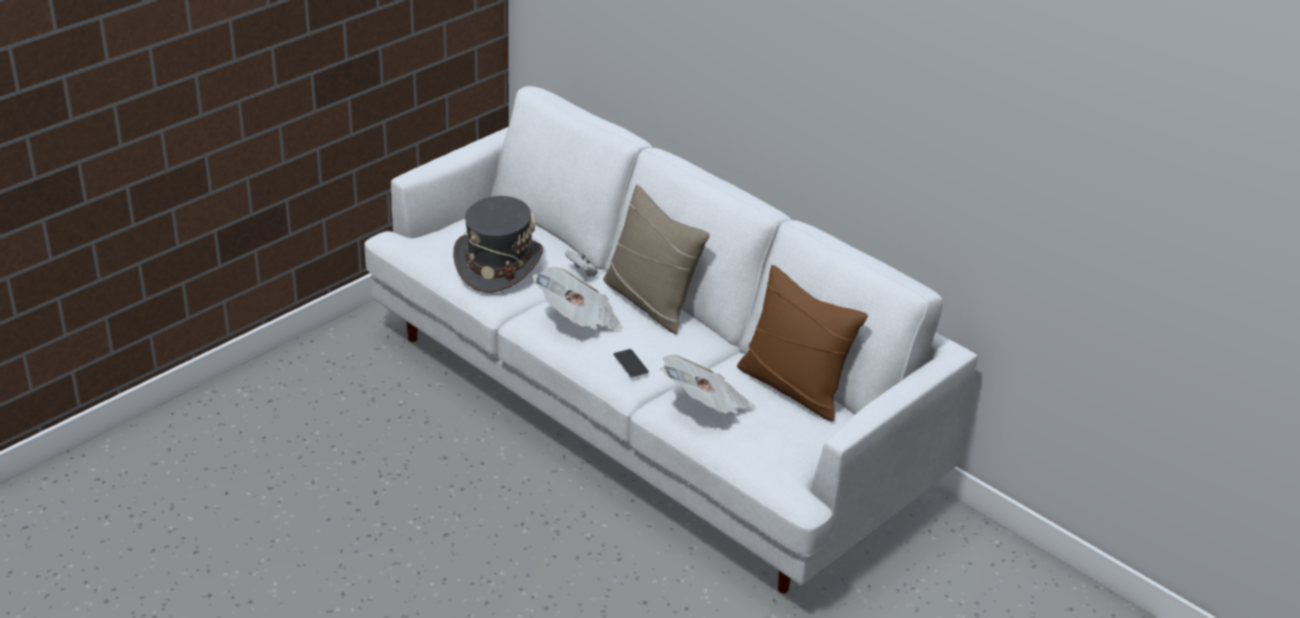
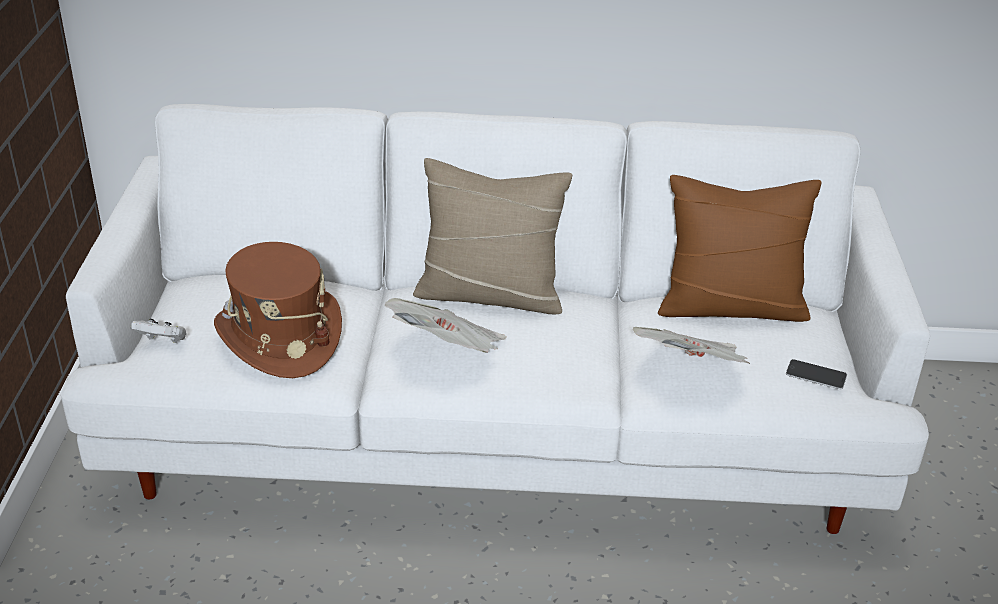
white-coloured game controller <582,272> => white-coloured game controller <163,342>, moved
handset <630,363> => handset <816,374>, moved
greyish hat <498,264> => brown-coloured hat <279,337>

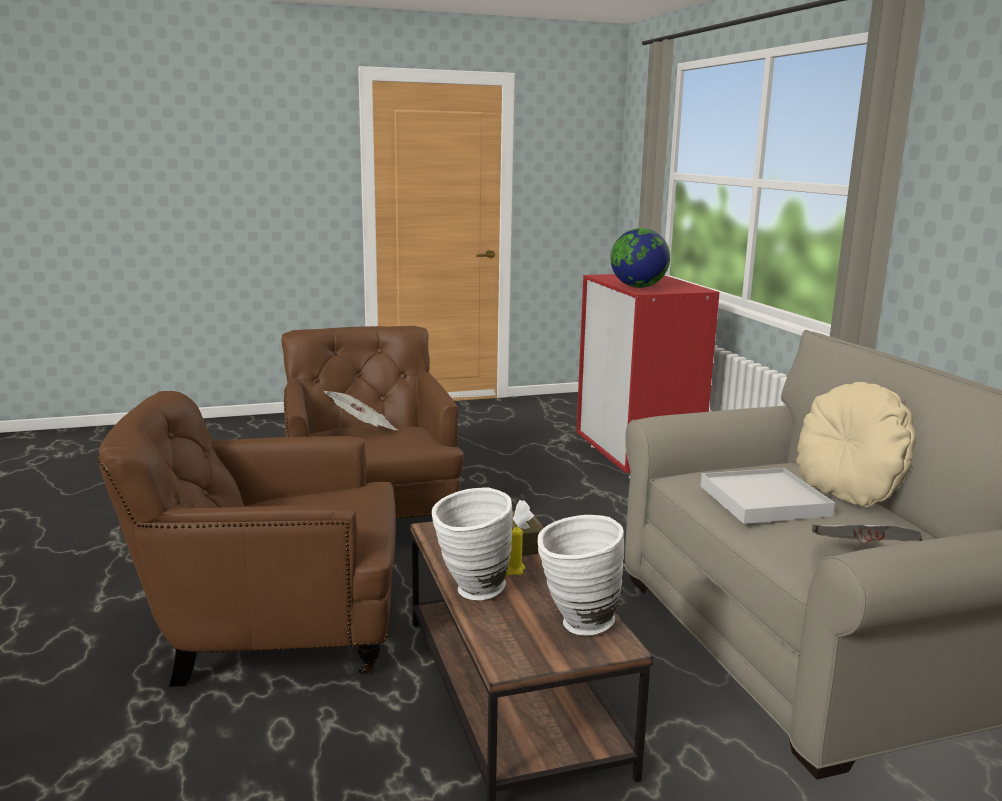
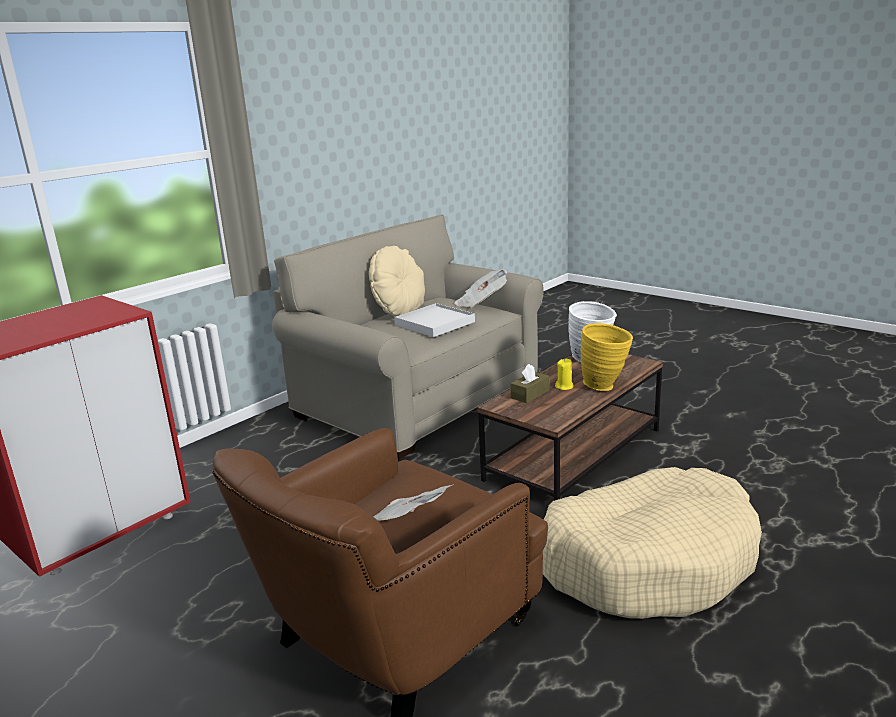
desk globe <638,287> => nothing
brown-coloured lounge chair <272,631> => sand-coloured dog cushion <648,561>
white-coloured vase <471,593> => yellowish vase <605,387>

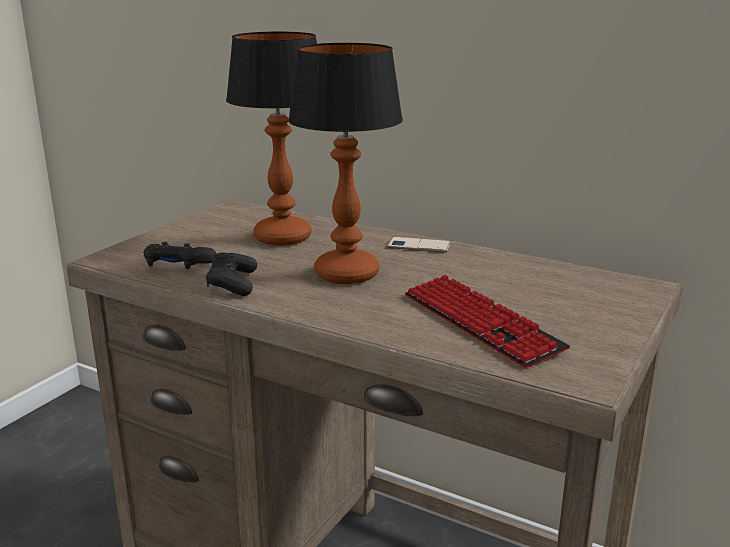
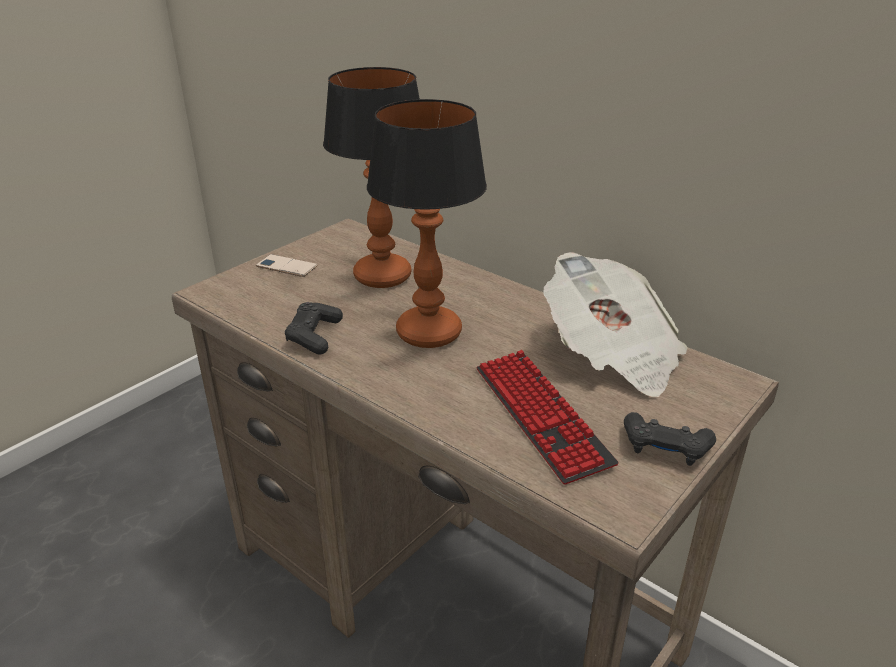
nothing => newspaper <612,355>
blackish game controller <178,265> => blackish game controller <665,448>, moved
handset <419,245> => handset <286,266>, moved

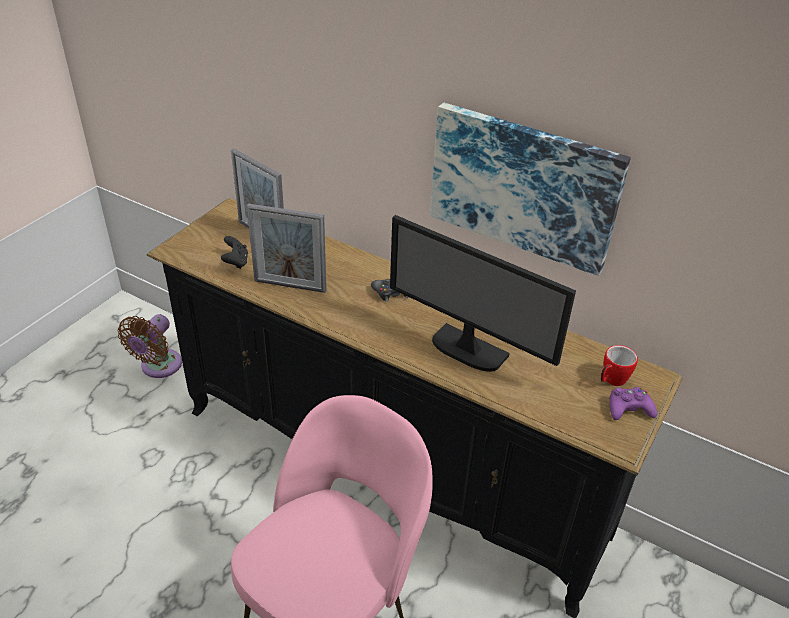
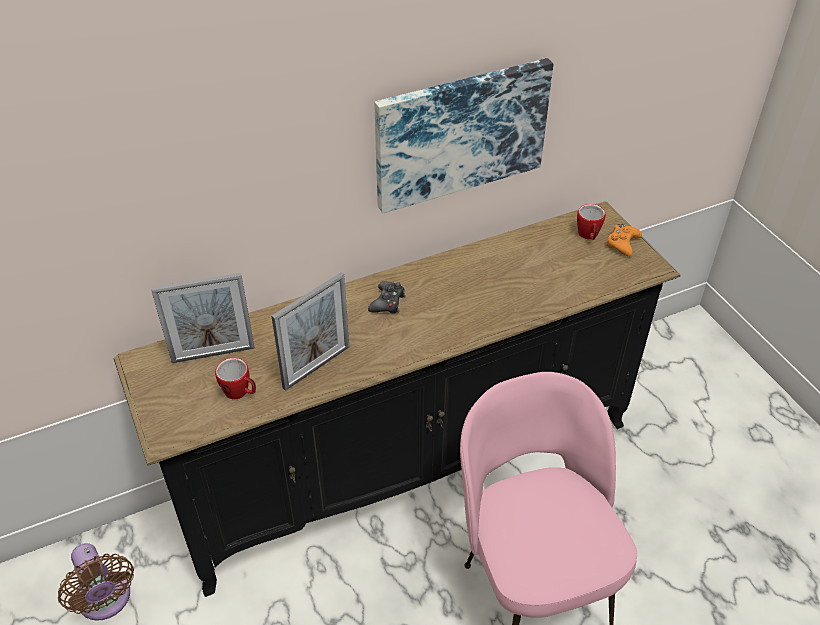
computer screen <467,350> => nothing
blackish game controller <236,262> => tea mug <240,392>
purplish game controller <629,408> => orangey game controller <622,243>

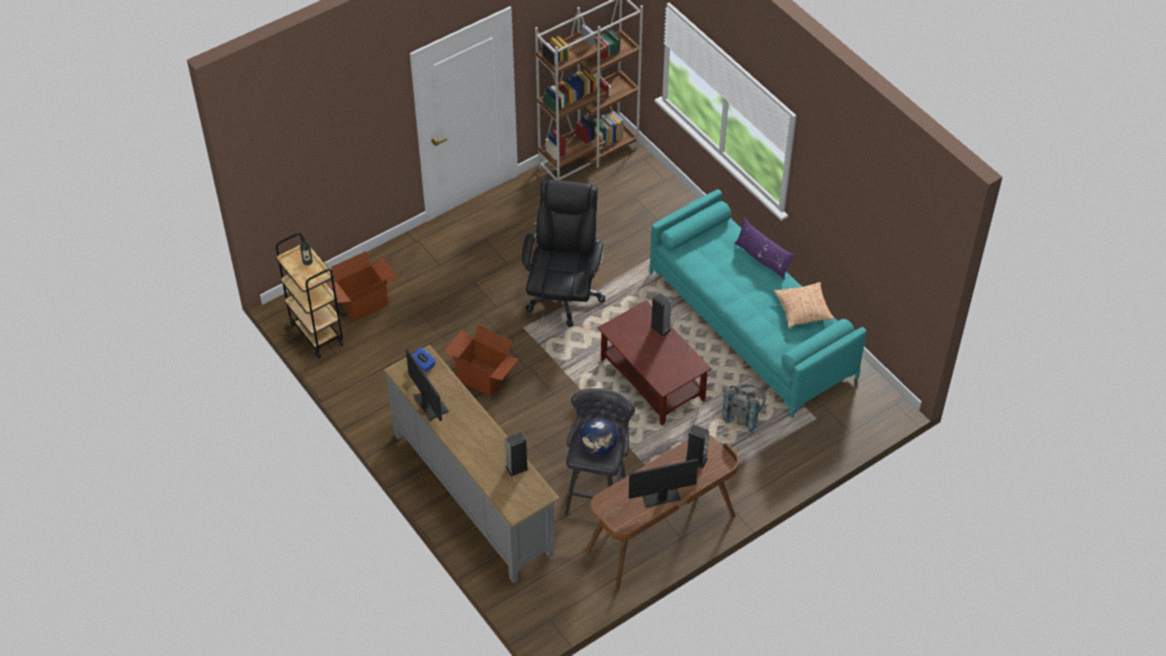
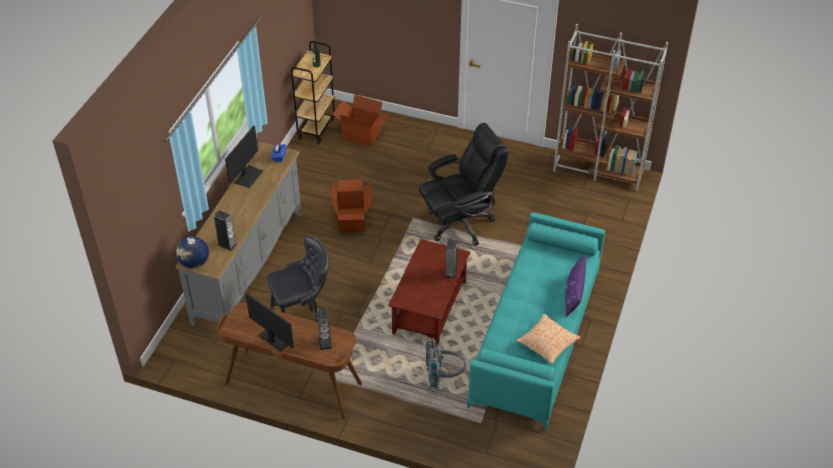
desk globe <599,447> => desk globe <194,263>, moved

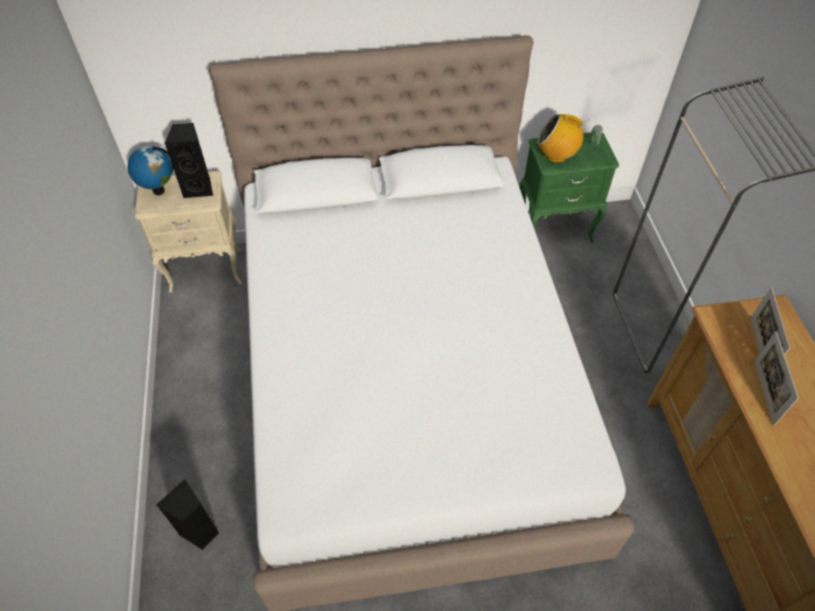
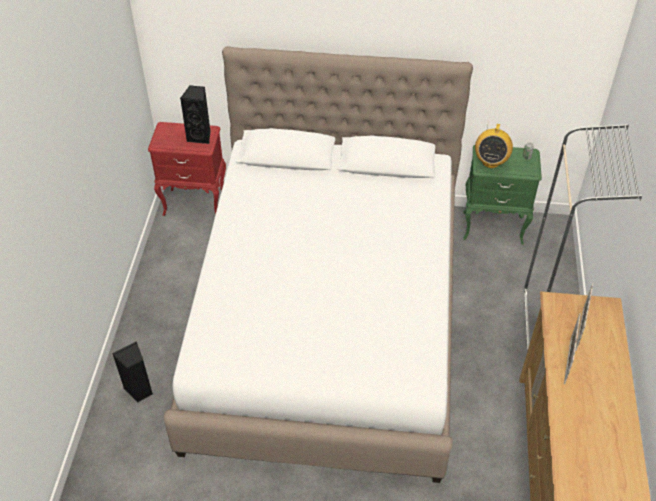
desk globe <158,190> => nothing
sand-coloured bedside table <206,270> => red bedside table <195,204>
radio set <556,156> => radio set <490,162>, 105 degrees counterclockwise

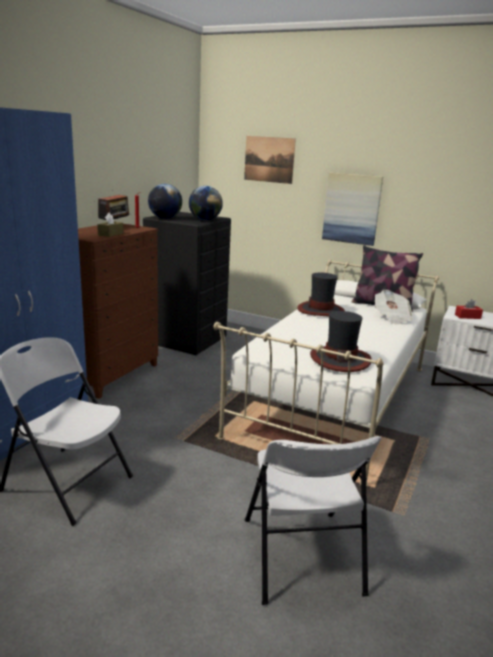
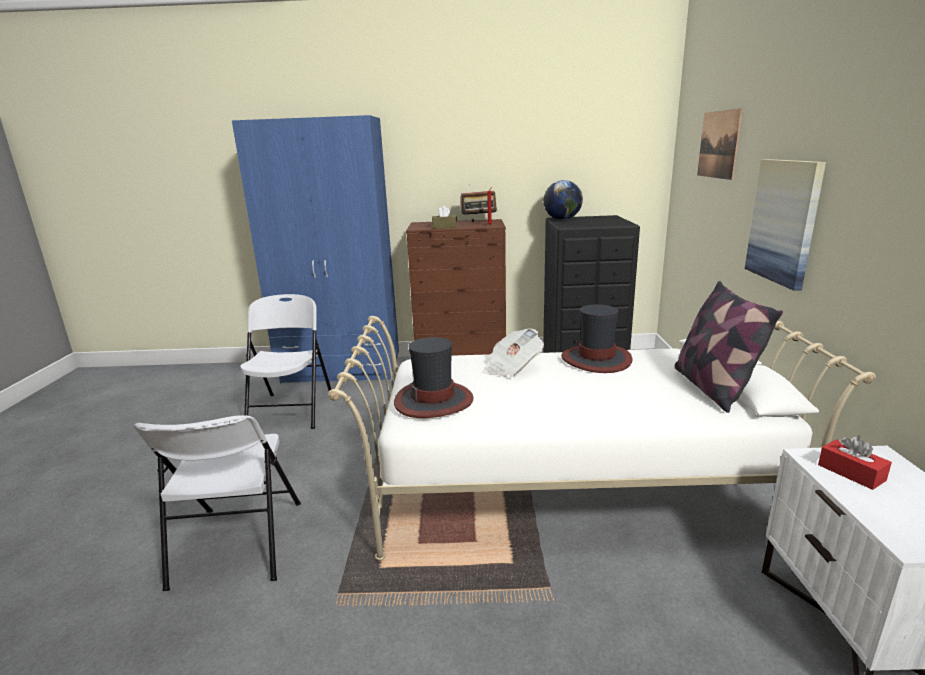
desk globe <205,220> => nothing
newspaper <391,317> => newspaper <512,368>, moved
white-coloured upright chair <300,555> => white-coloured upright chair <238,543>, 60 degrees counterclockwise

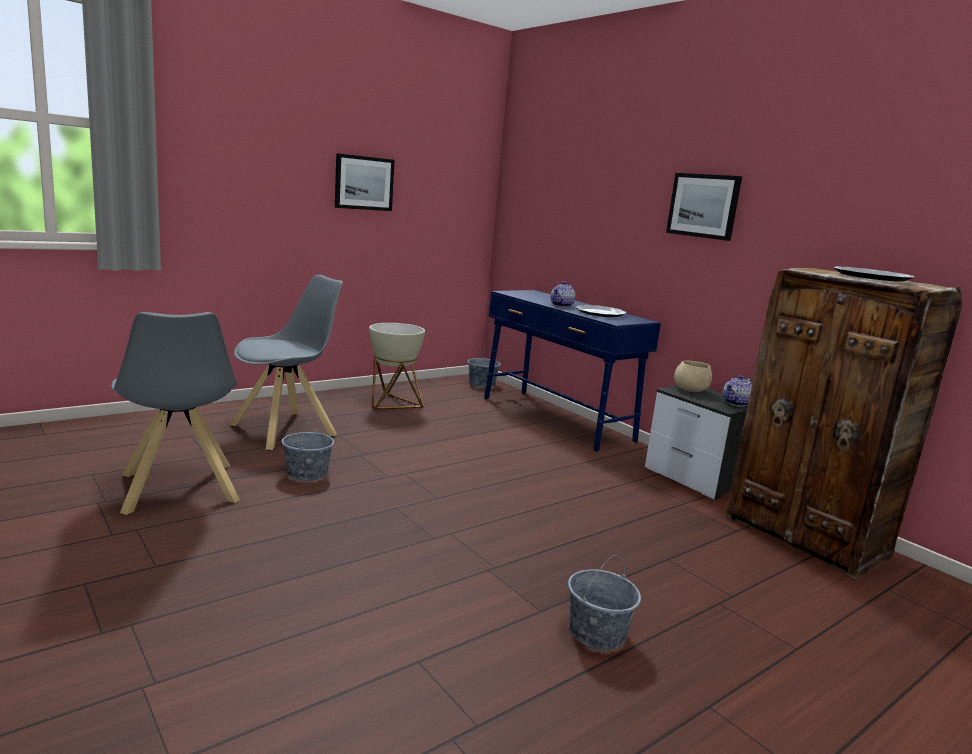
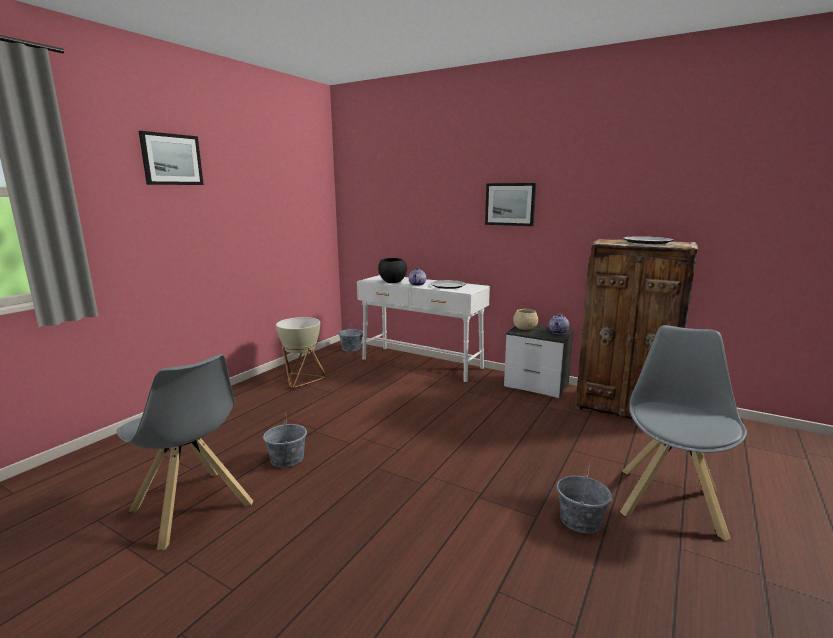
nothing => blackish bowl <392,281>
greyish upright chair <286,430> => greyish upright chair <670,499>, moved
wall art <364,183> => wall art <171,159>, moved
blue-coloured narrow table <555,419> => white-coloured narrow table <421,364>

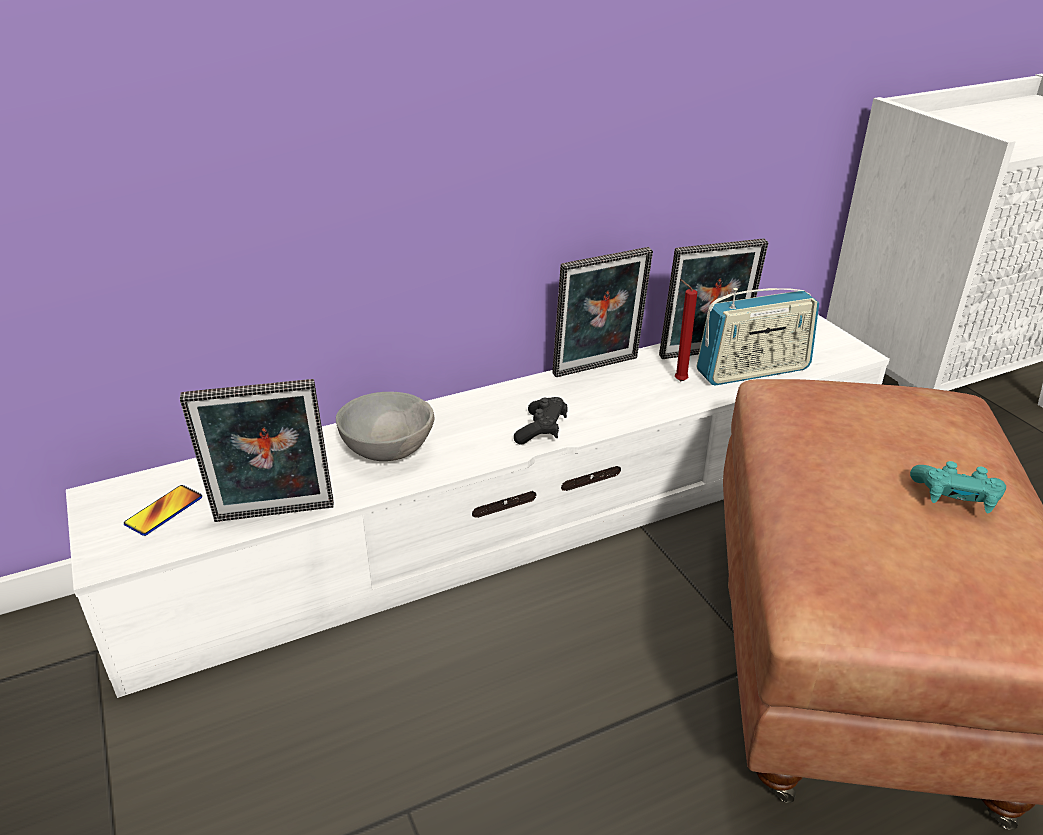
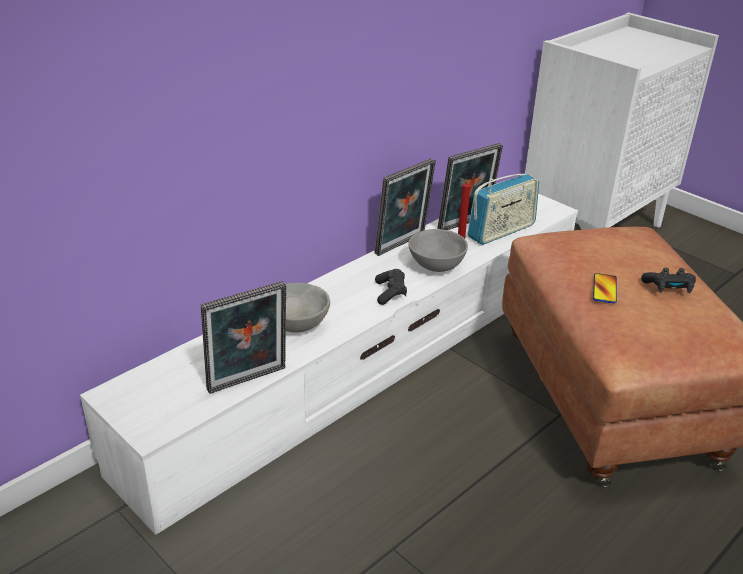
nothing => greyish bowl <435,266>
handset <164,511> => handset <604,289>, moved
turquoise game controller <955,499> => blackish game controller <668,289>

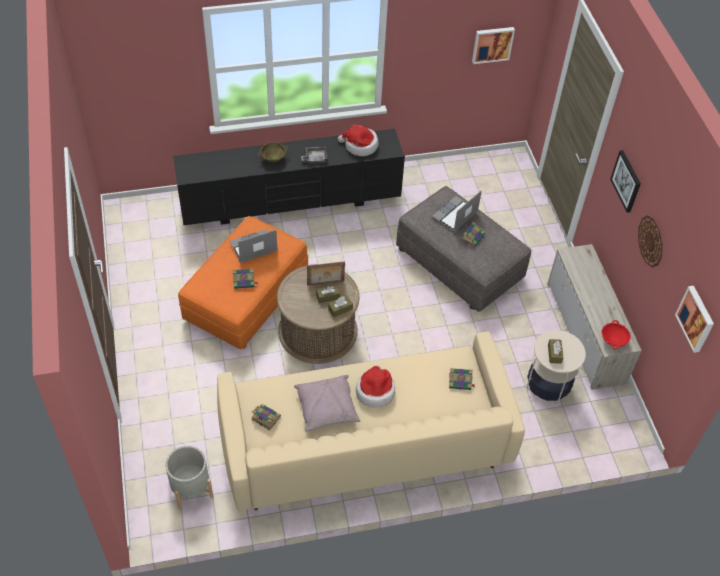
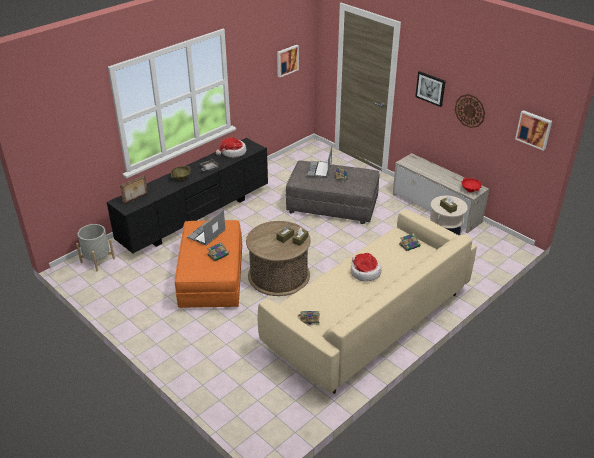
purplish pillow <327,408> => nothing
greyish flower pot <191,488> => greyish flower pot <97,260>, moved
standing frame <325,283> => standing frame <136,199>, moved

